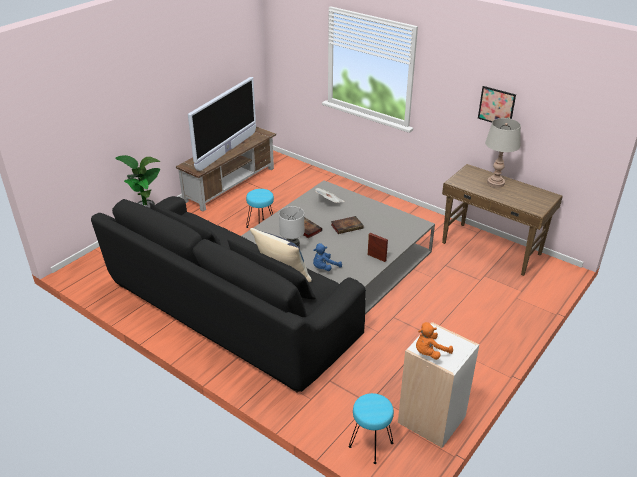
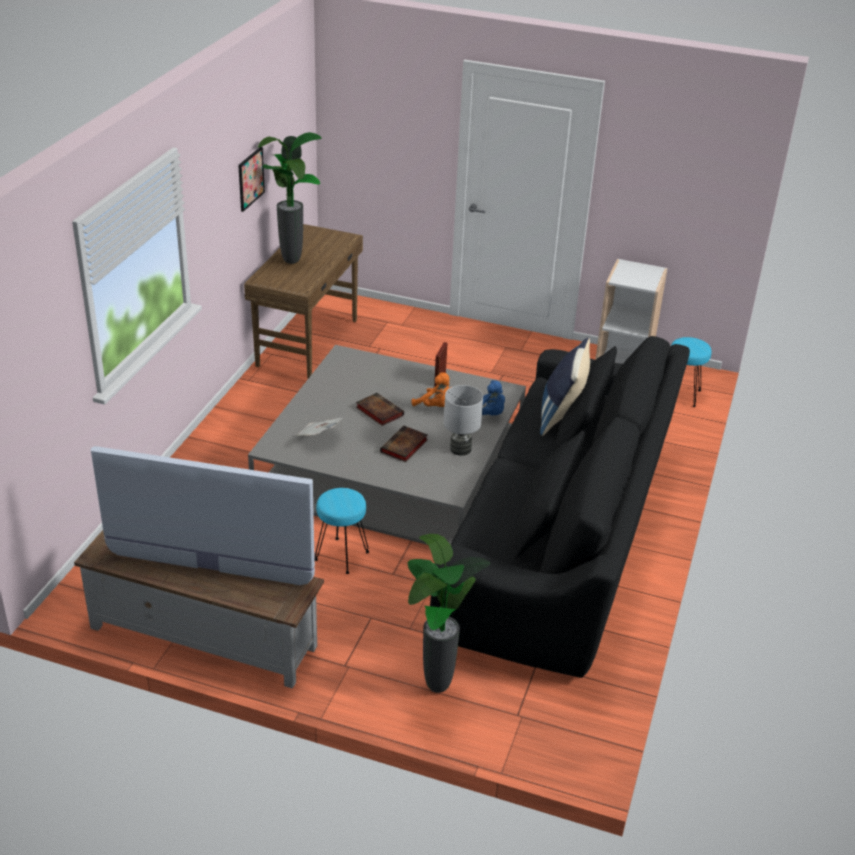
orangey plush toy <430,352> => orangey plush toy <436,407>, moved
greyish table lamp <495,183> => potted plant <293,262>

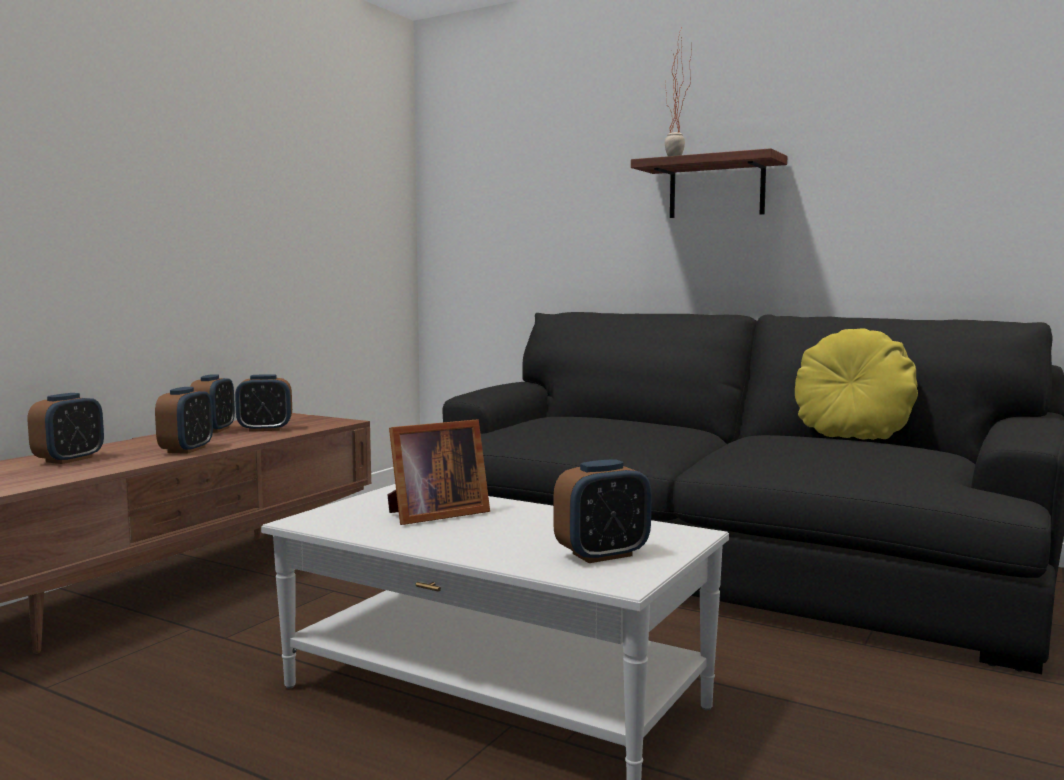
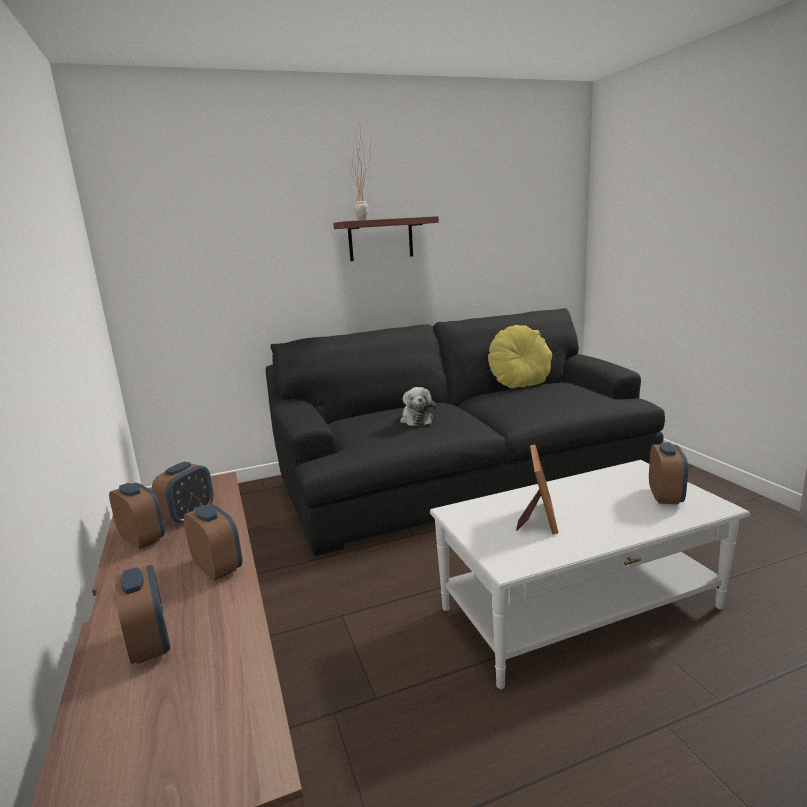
nothing => plush toy <416,419>

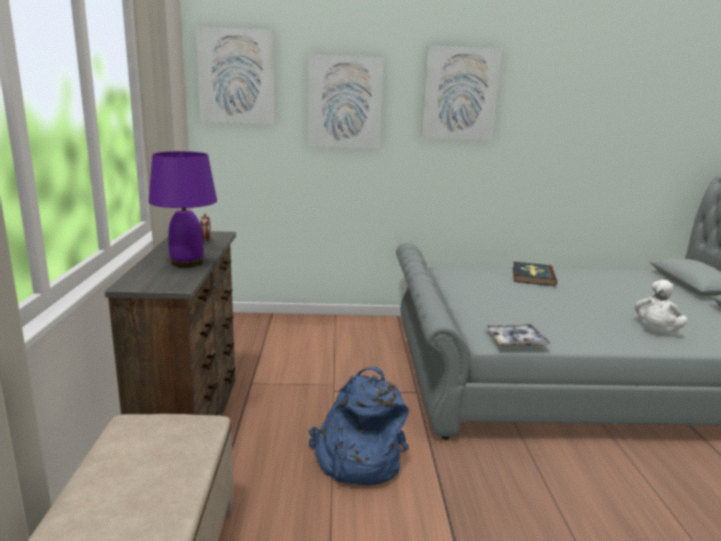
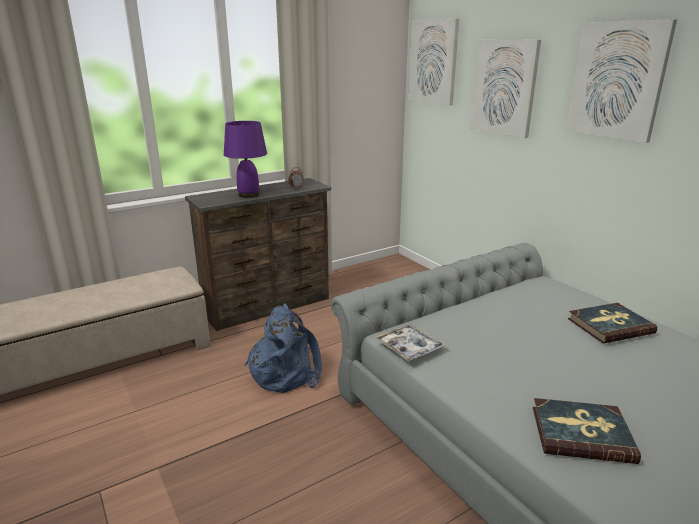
white-coloured plush toy <656,329> => book <581,433>

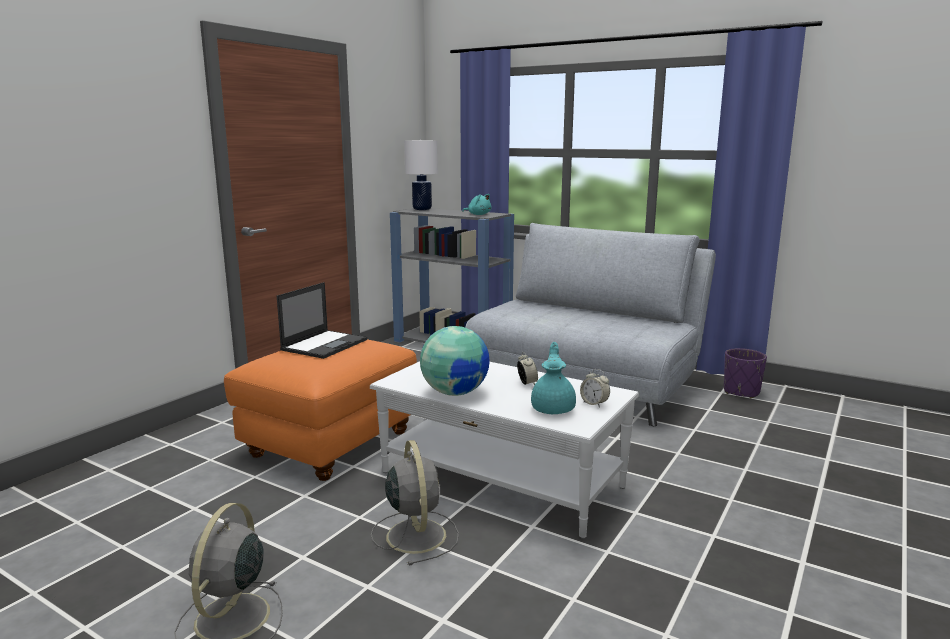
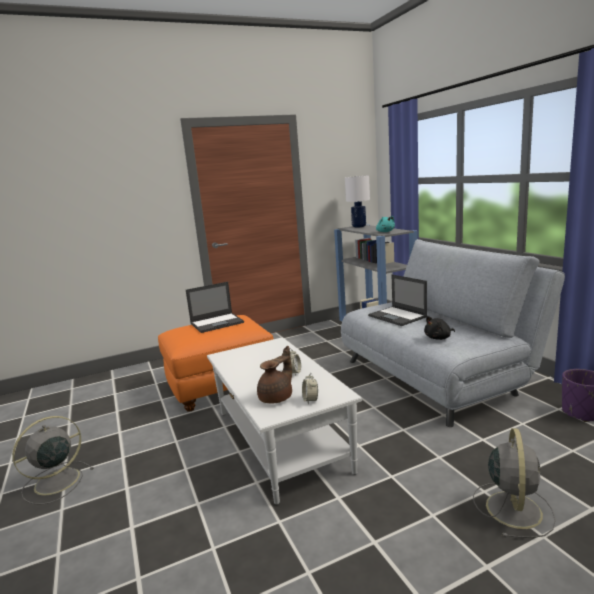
desk globe <455,392> => nothing
nothing => notebook computer <398,316>
nothing => blackish plush toy <439,338>
greyish electric fan <415,534> => greyish electric fan <513,508>, moved
turquoise pot for tea <553,408> => brown-coloured pot for tea <277,397>

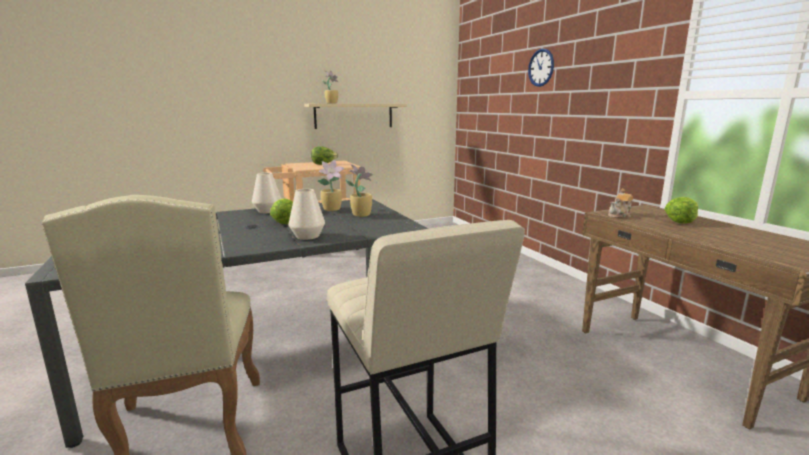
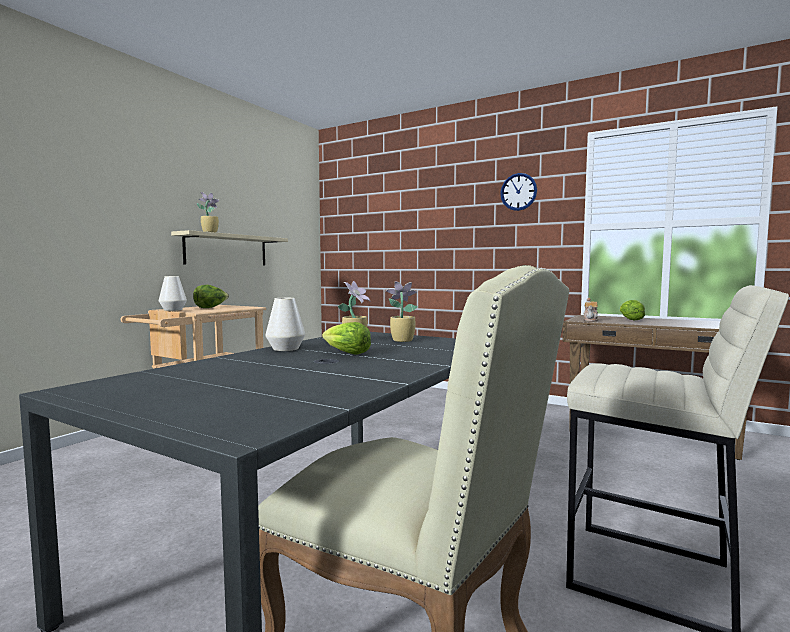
white-coloured vase <307,236> => white-coloured vase <173,310>, moved
clock on the wall <541,67> => clock on the wall <518,192>, moved

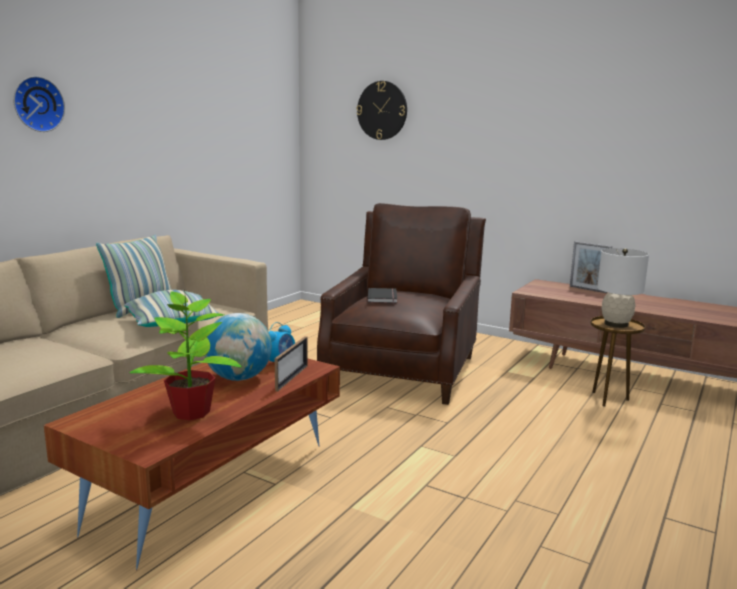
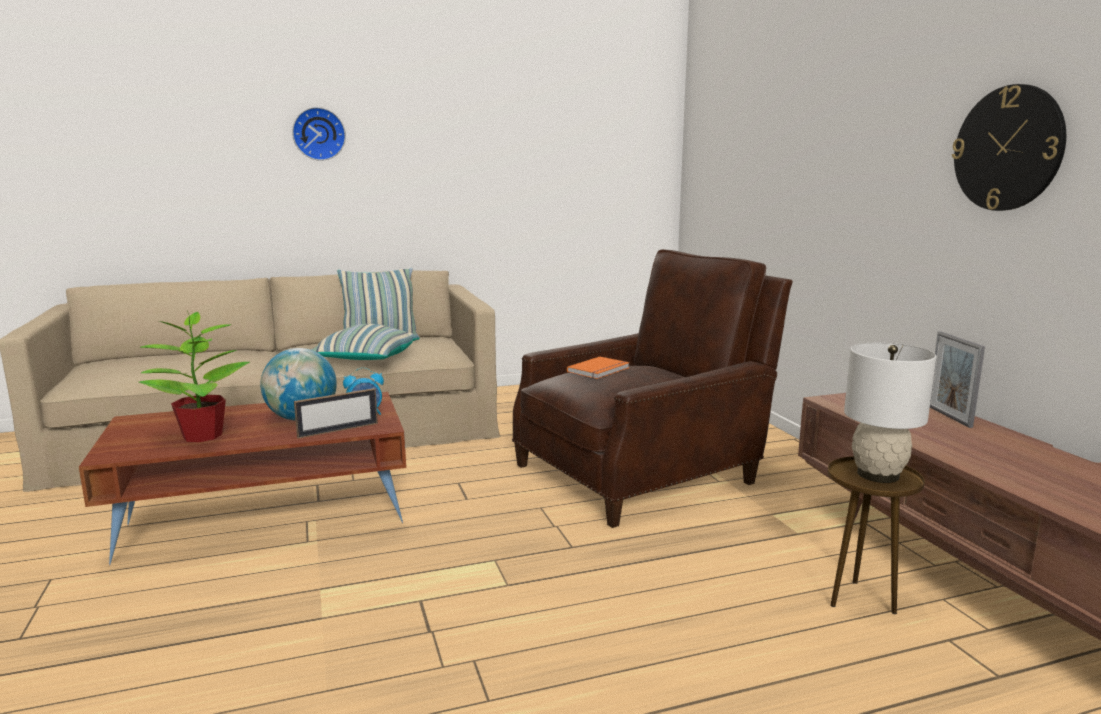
clock on the wall <382,110> => clock on the wall <1008,148>, moved
blackish book <383,297> => orangey book <600,370>

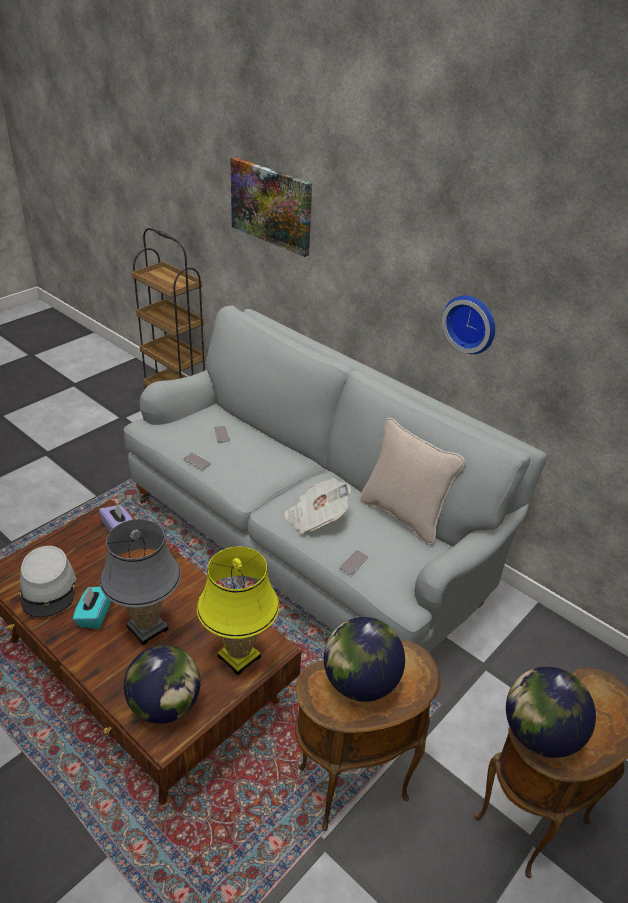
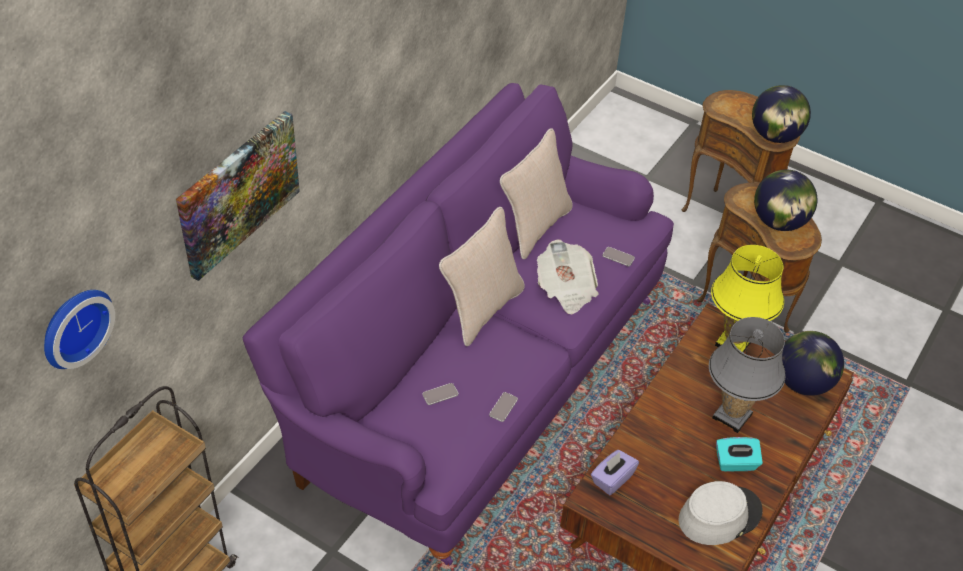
nothing => sand-coloured pillow <482,310>
clock on the wall <471,323> => clock on the wall <73,325>, moved
greyish settee <309,542> => purplish settee <475,375>

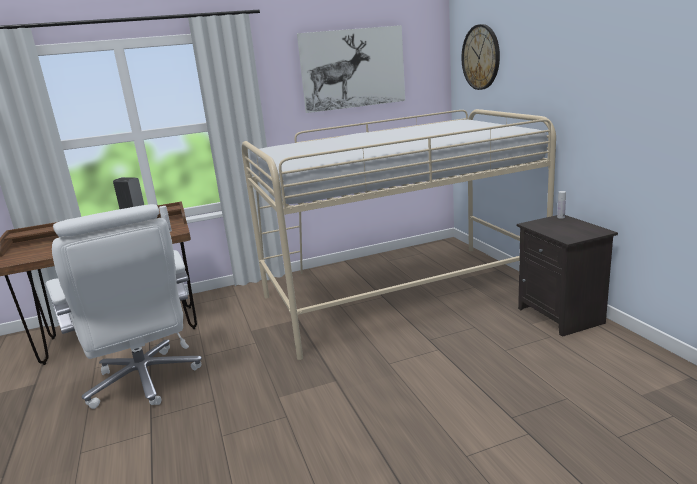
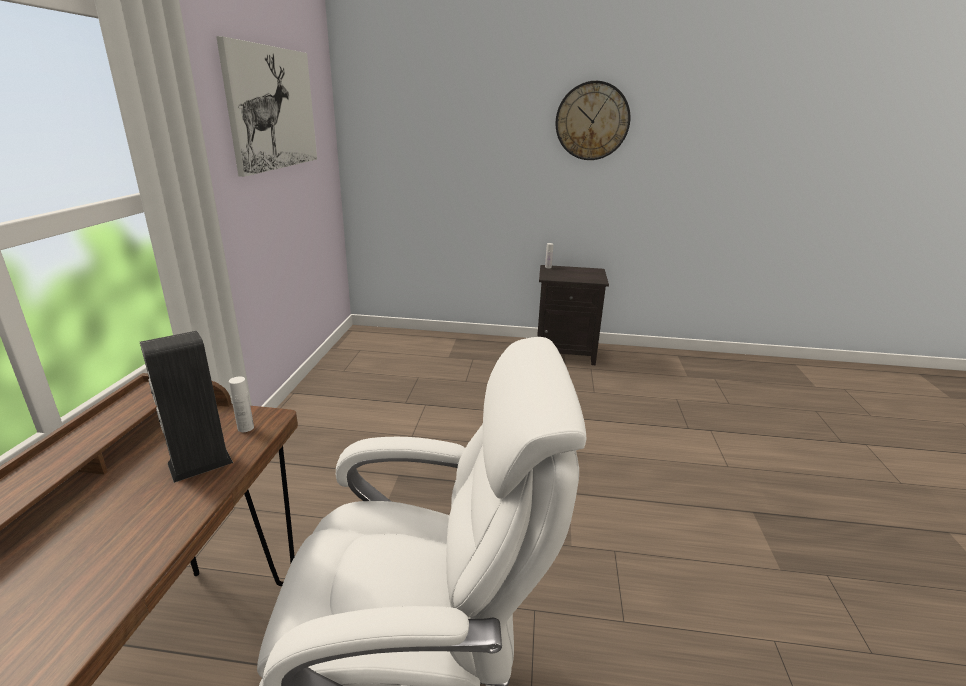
sand-coloured sleeping bed <396,294> => nothing
clock on the wall <481,57> => clock on the wall <592,121>, moved

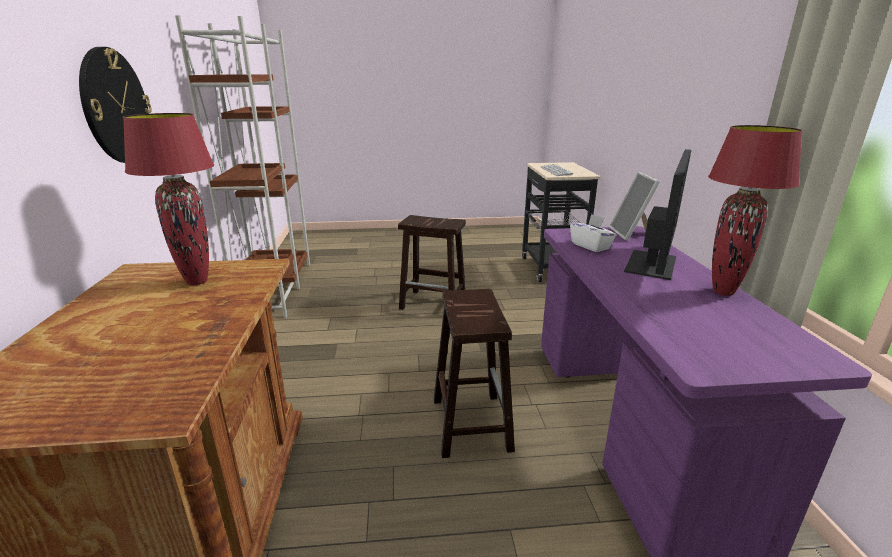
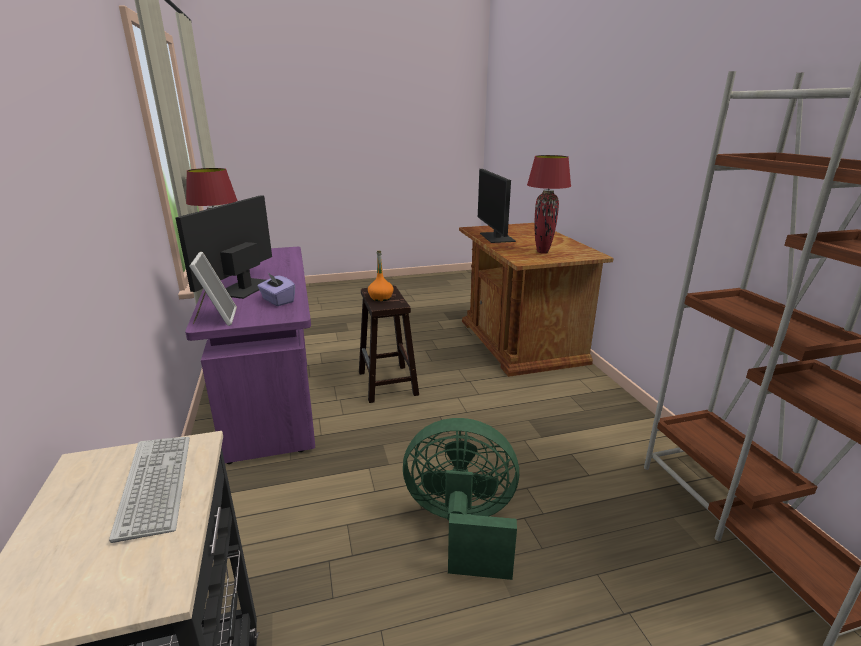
clock on the wall <115,107> => nothing
nothing => orangey bottle <381,298>
nothing => computer screen <497,237>
brown-coloured stool <434,303> => green-coloured electric fan <462,527>
white-coloured tissue holder <591,246> => purplish tissue holder <277,301>

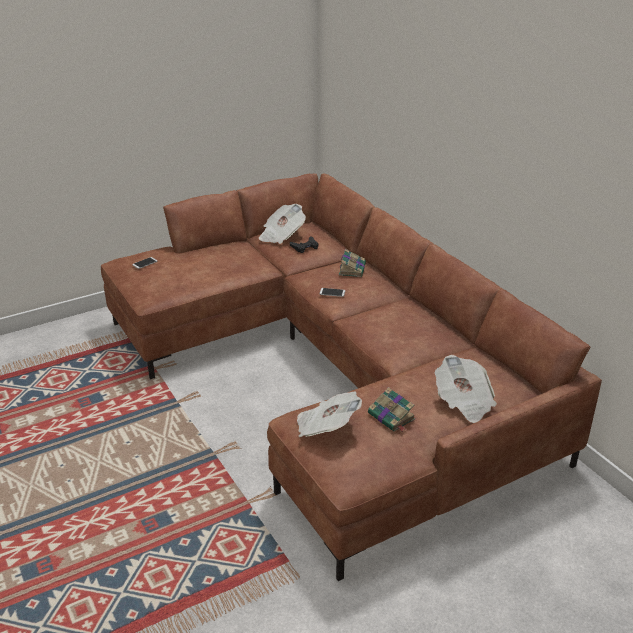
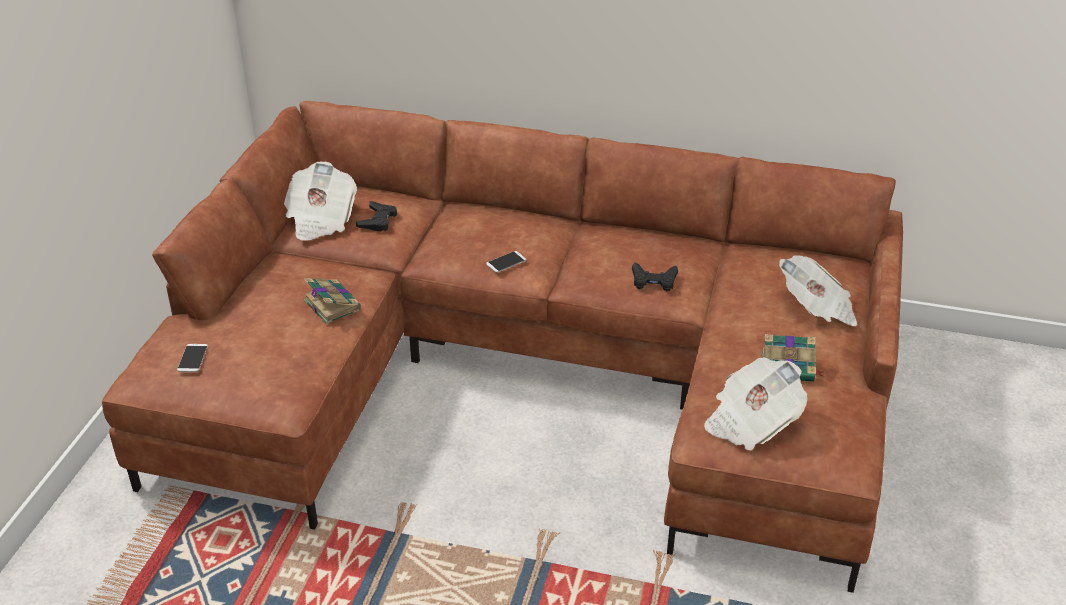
nothing => blackish game controller <653,281>
book <352,269> => book <331,304>, moved

